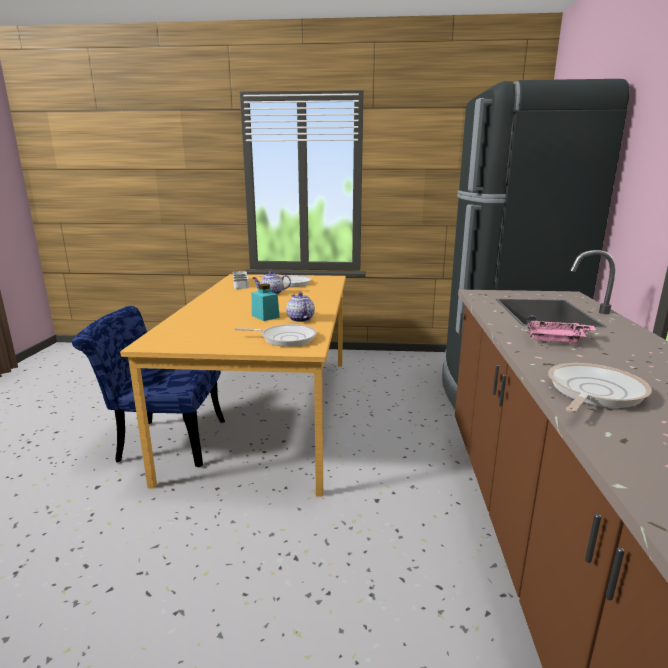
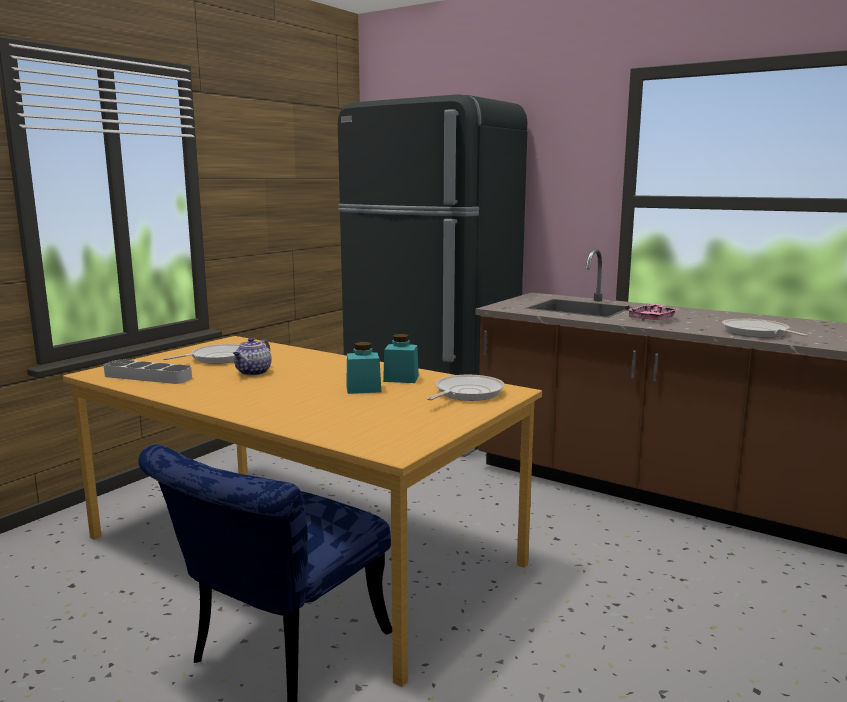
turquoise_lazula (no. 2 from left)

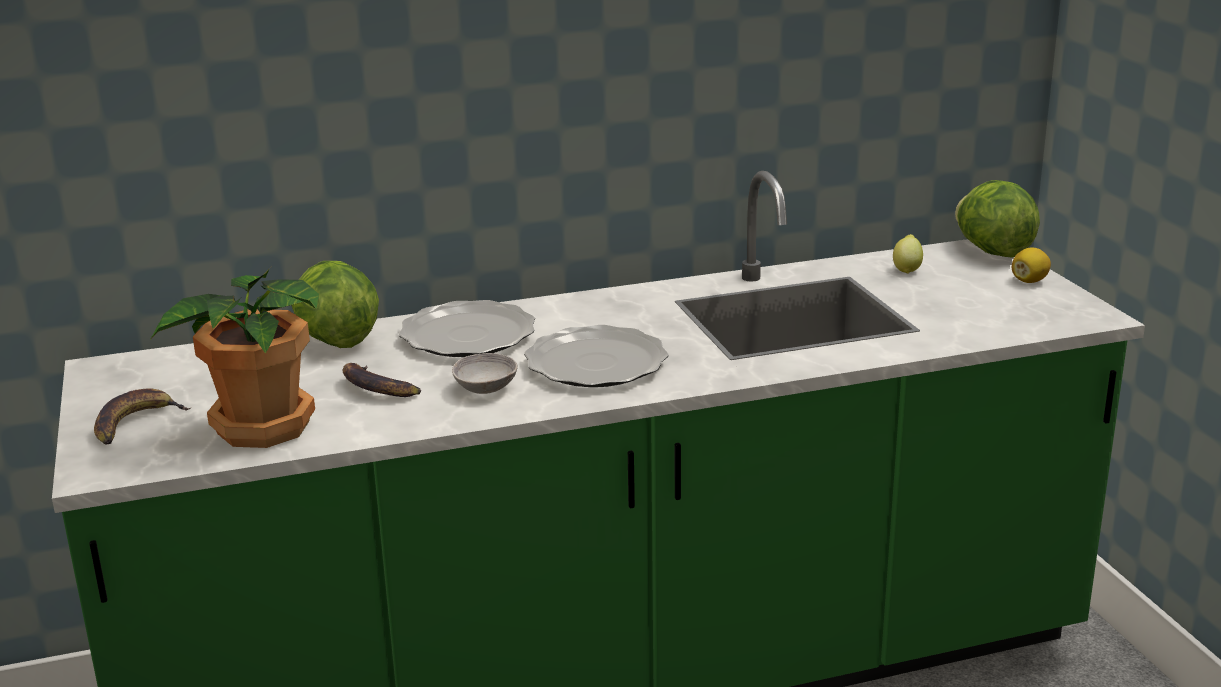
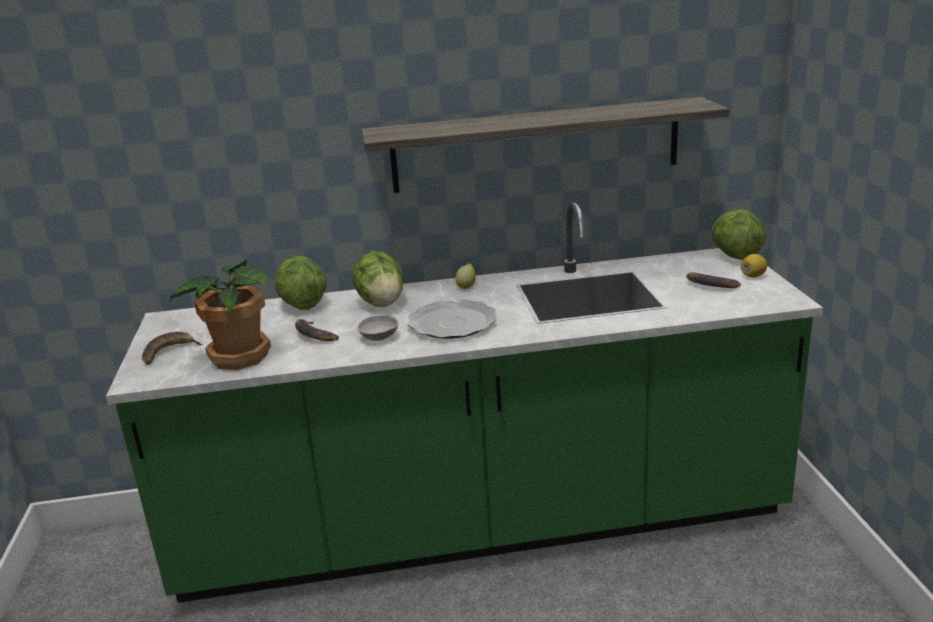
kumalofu; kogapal (no. 3 from left); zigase (no. 1 from left); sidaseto (no. 2 from left)

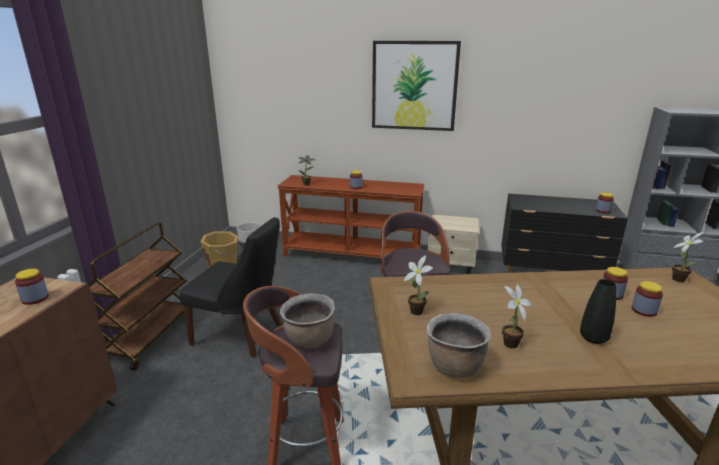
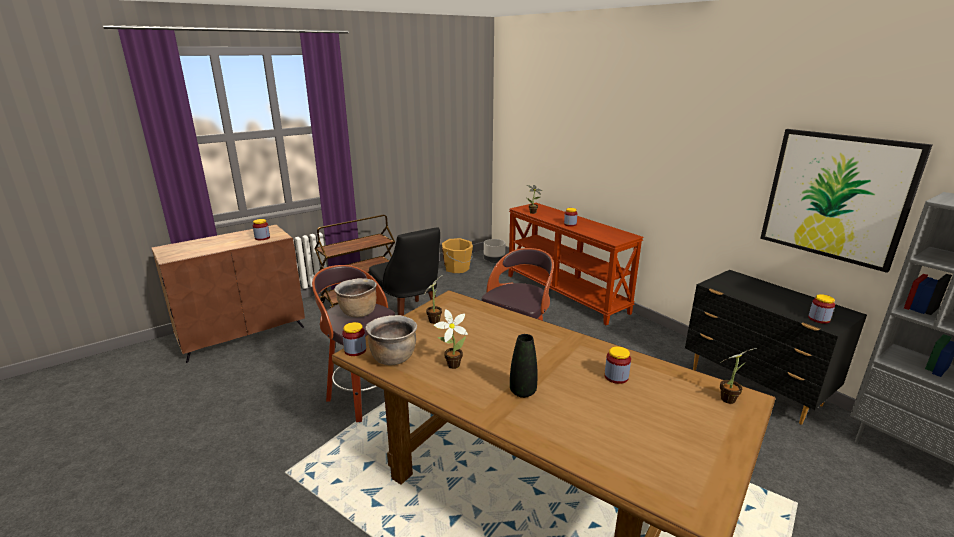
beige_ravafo; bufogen; lazula (no. 2 from left)

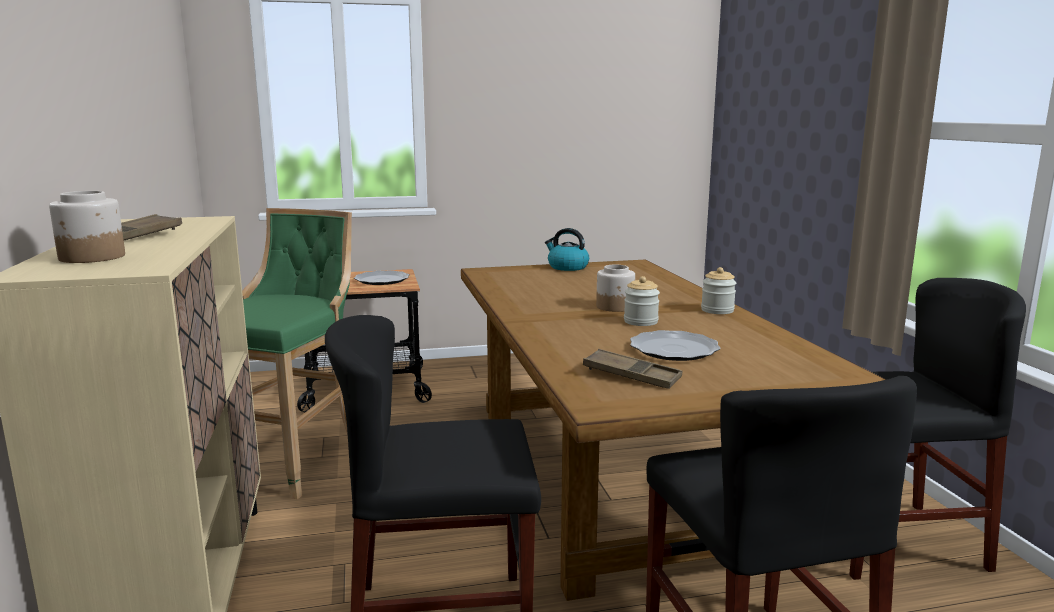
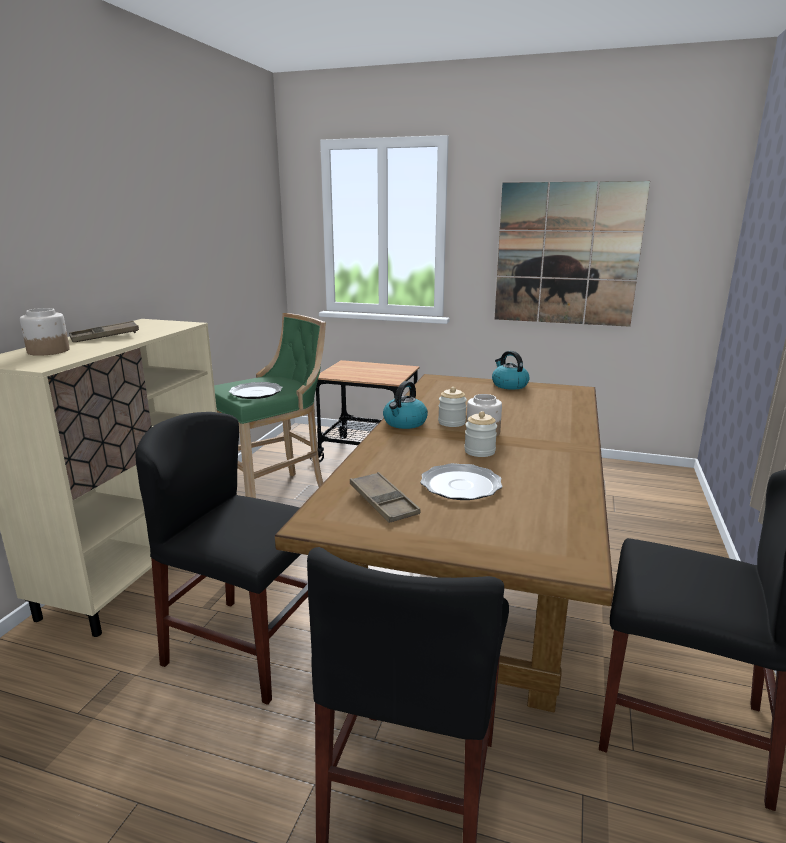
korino (no. 1 from left); bufogen; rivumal (no. 1 from left); lazula (no. 2 from left)

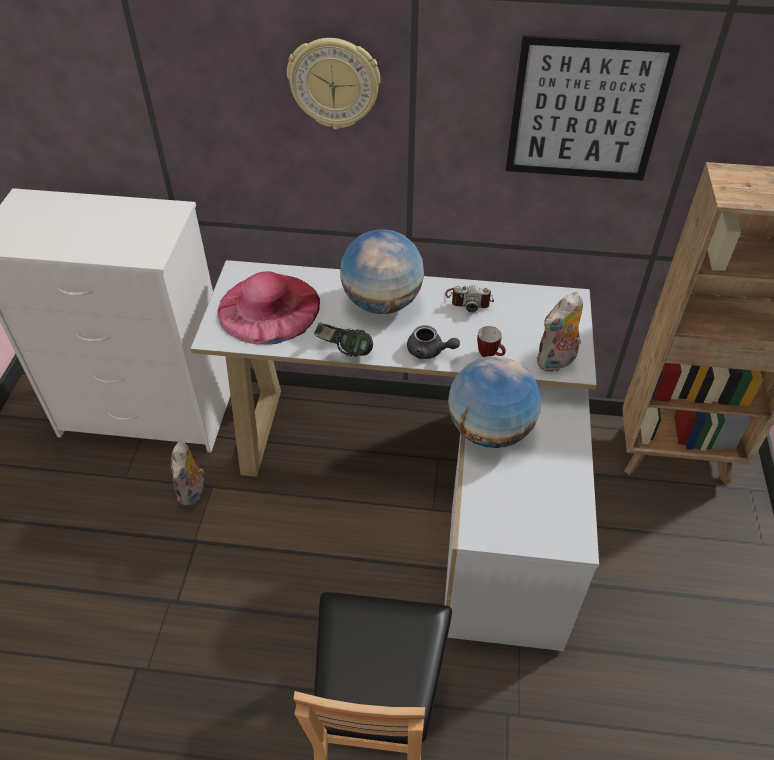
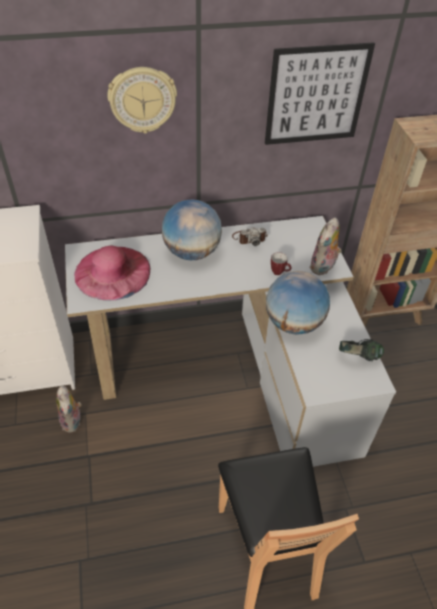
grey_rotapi; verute

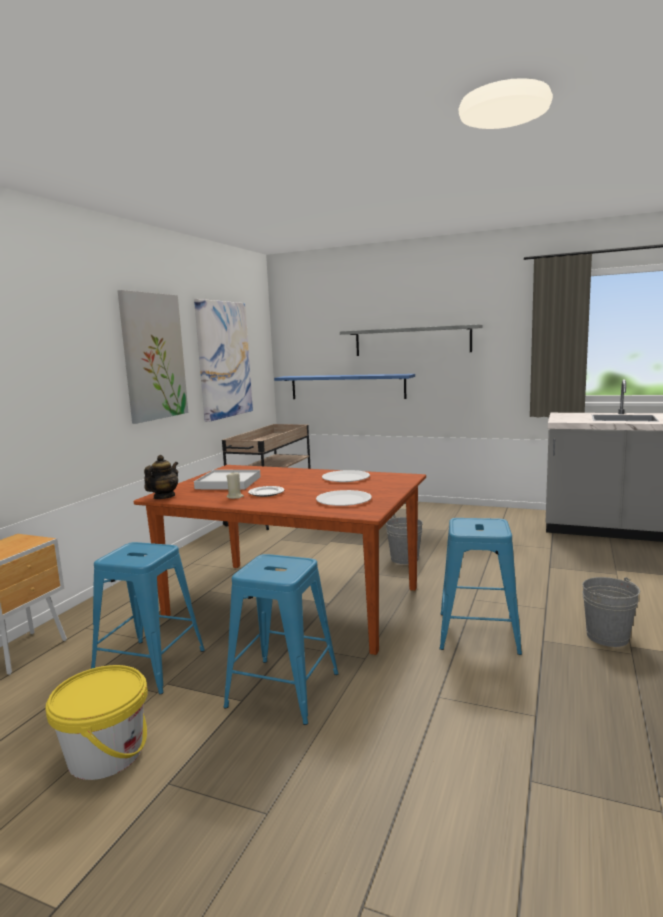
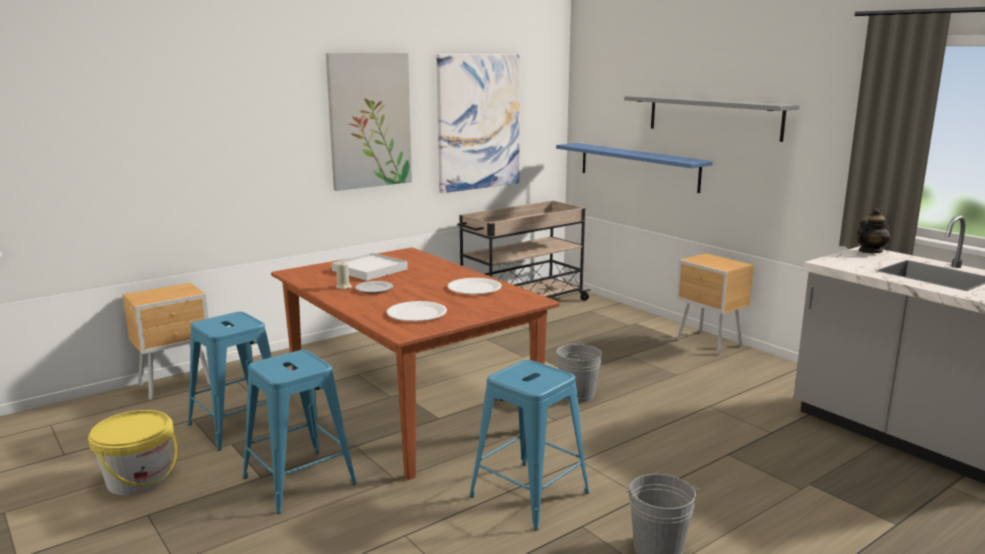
brown_ravafo (no. 2 from left); rotapi

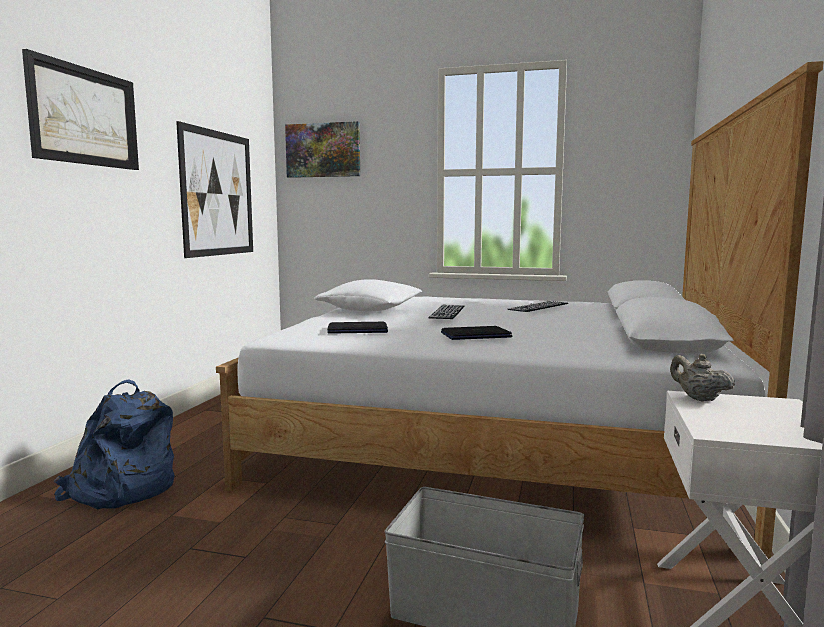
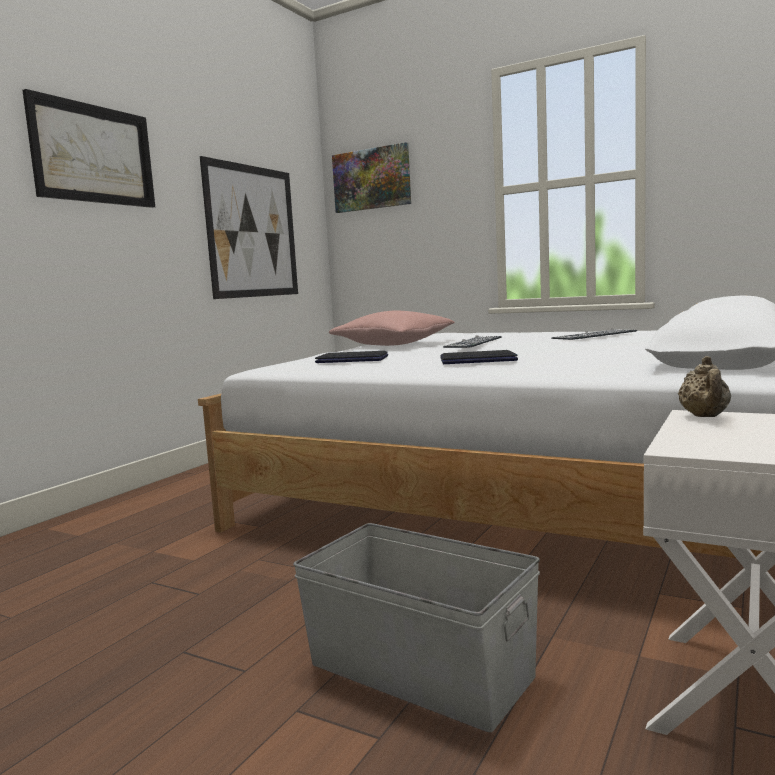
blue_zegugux; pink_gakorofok; beige_rotapi

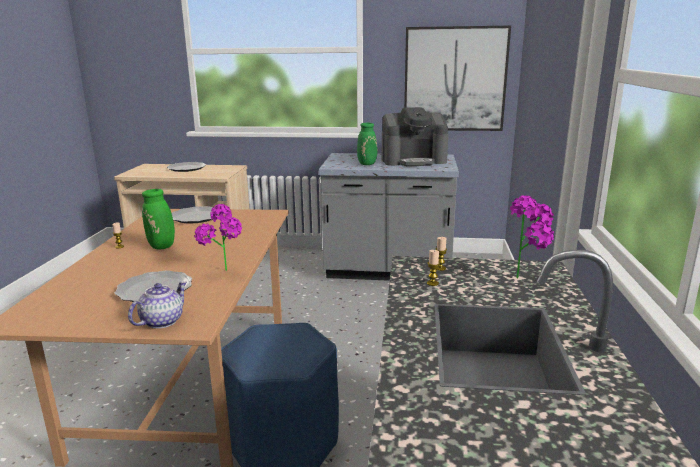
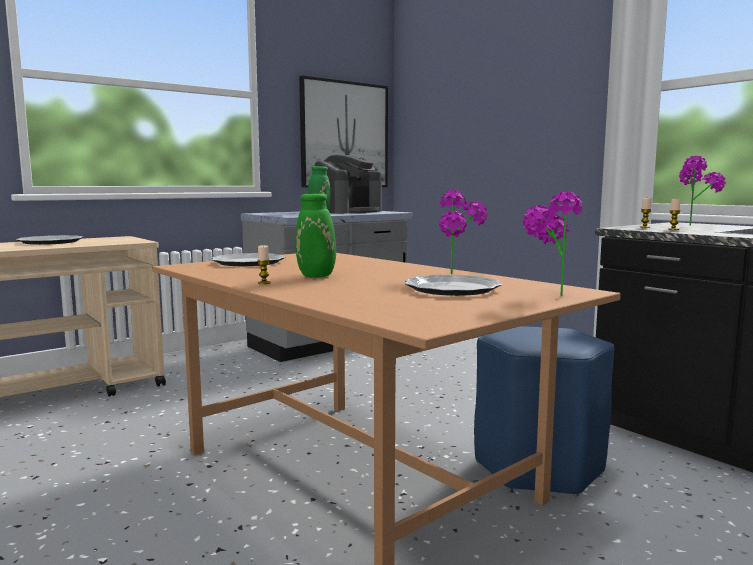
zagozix (no. 2 from left)

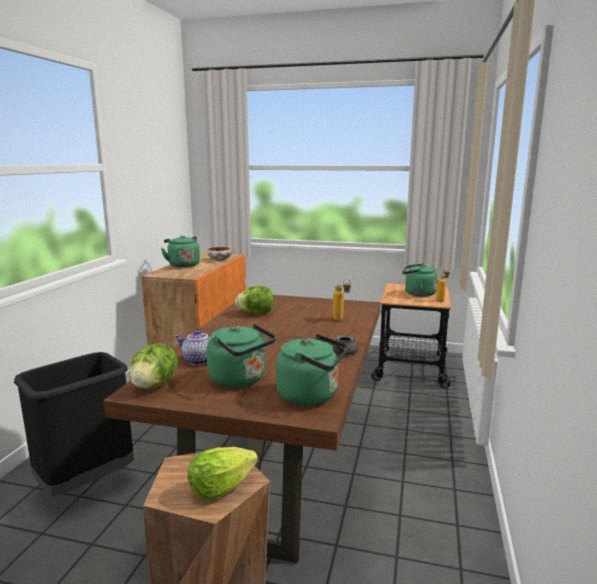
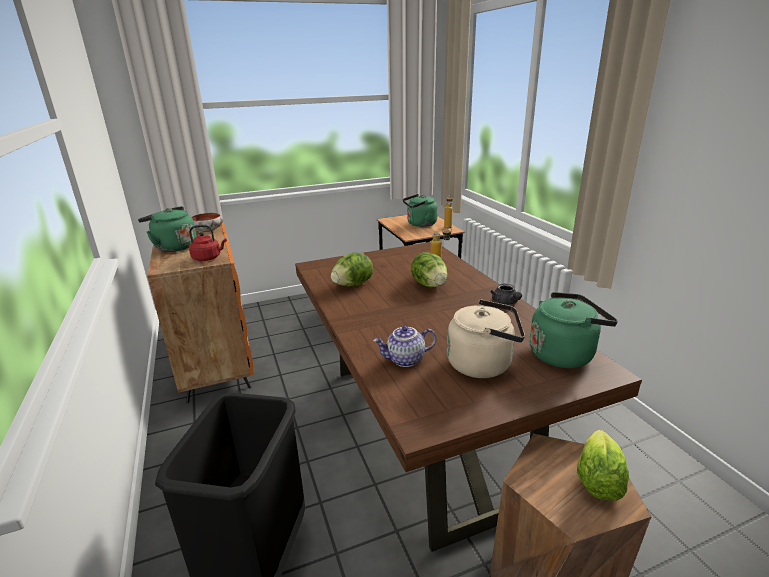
red_korino; sidaseto (no. 2 from left); beige_korino

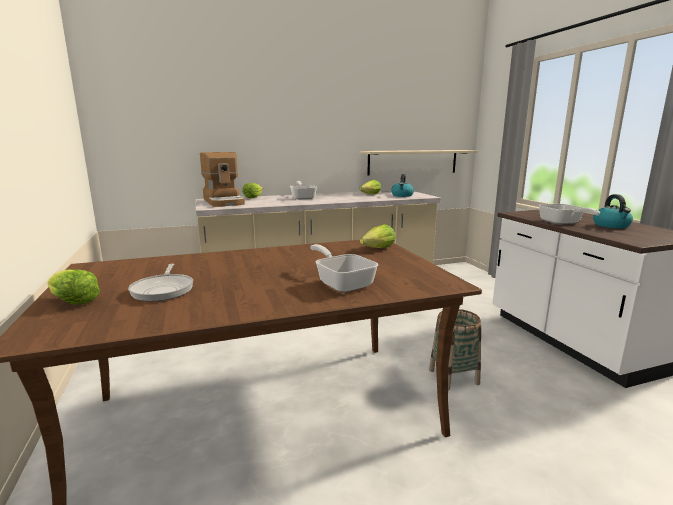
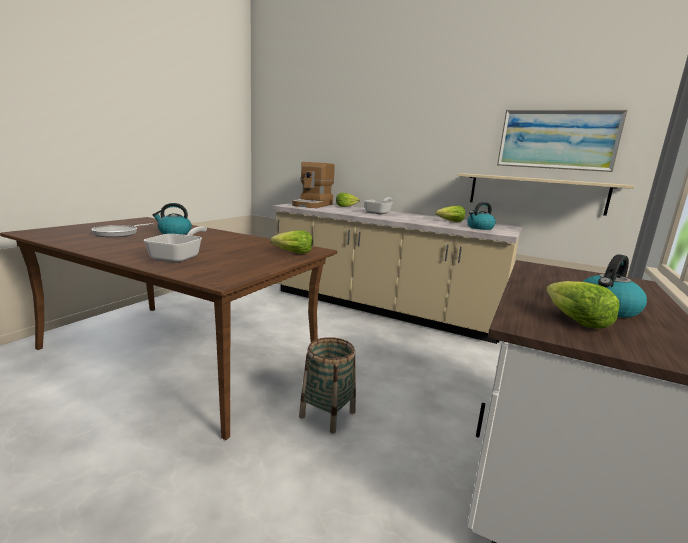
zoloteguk (no. 4 from left in the first image); korino (no. 1 from left); bufogen; sidaseto (no. 4 from left)

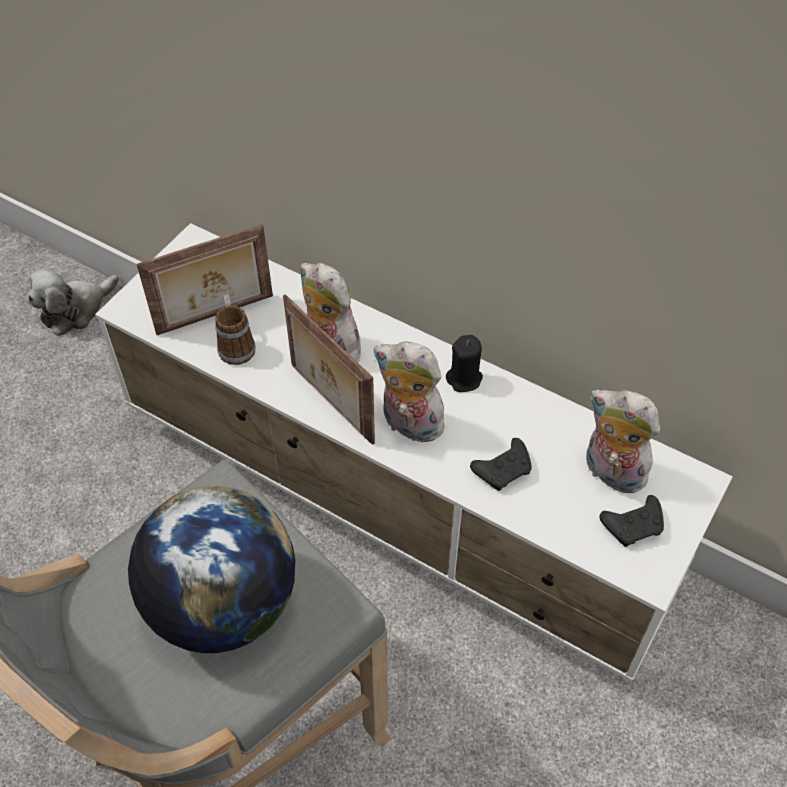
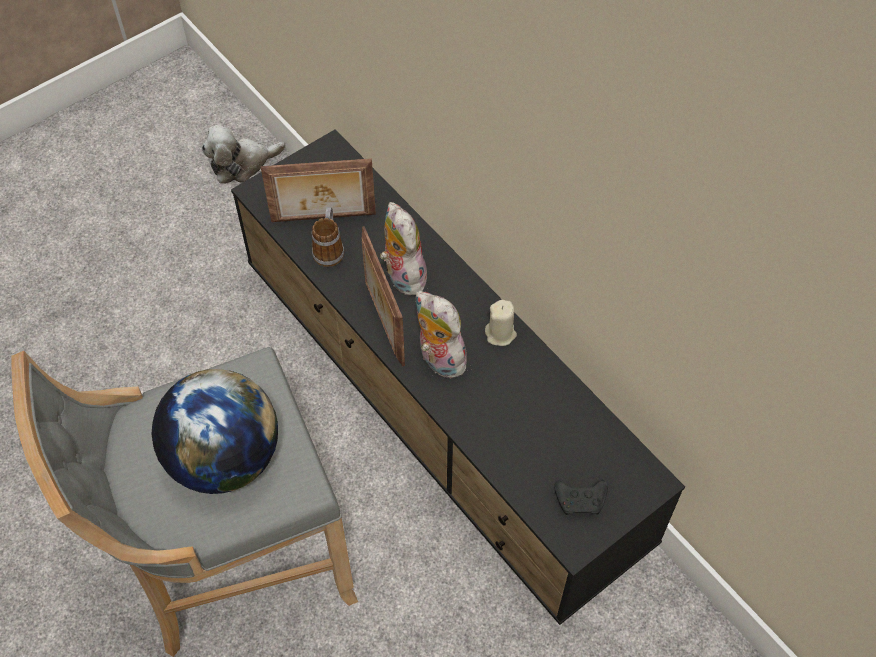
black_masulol (no. 1 from left in the first image); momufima (no. 4 from left in the first image); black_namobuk; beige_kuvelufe

